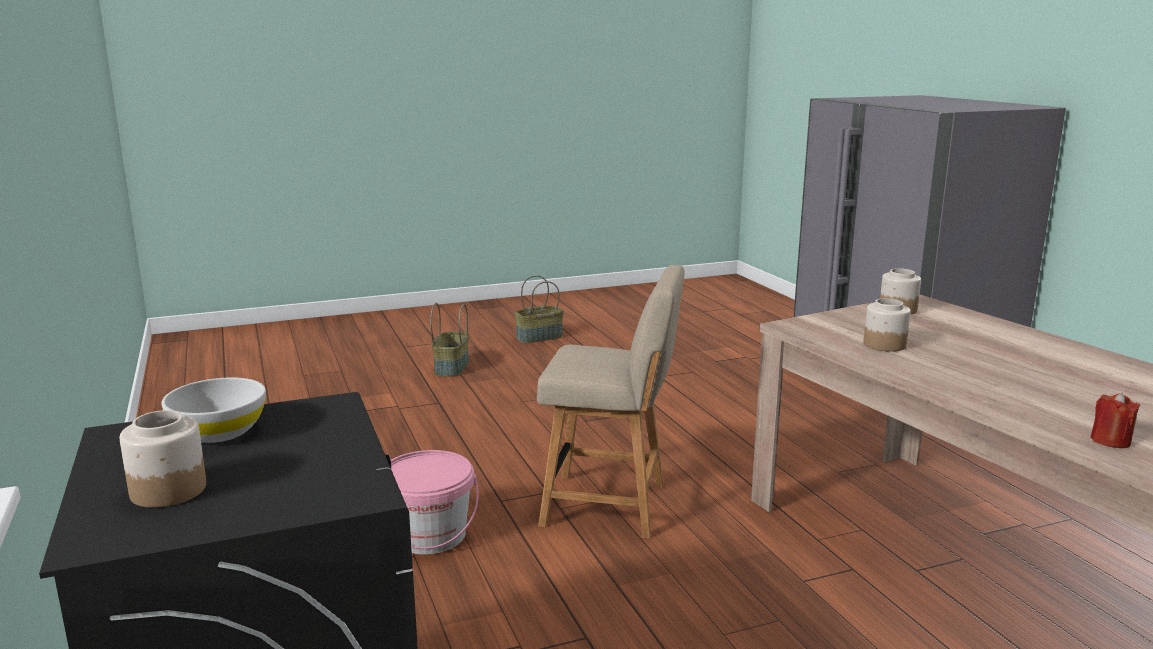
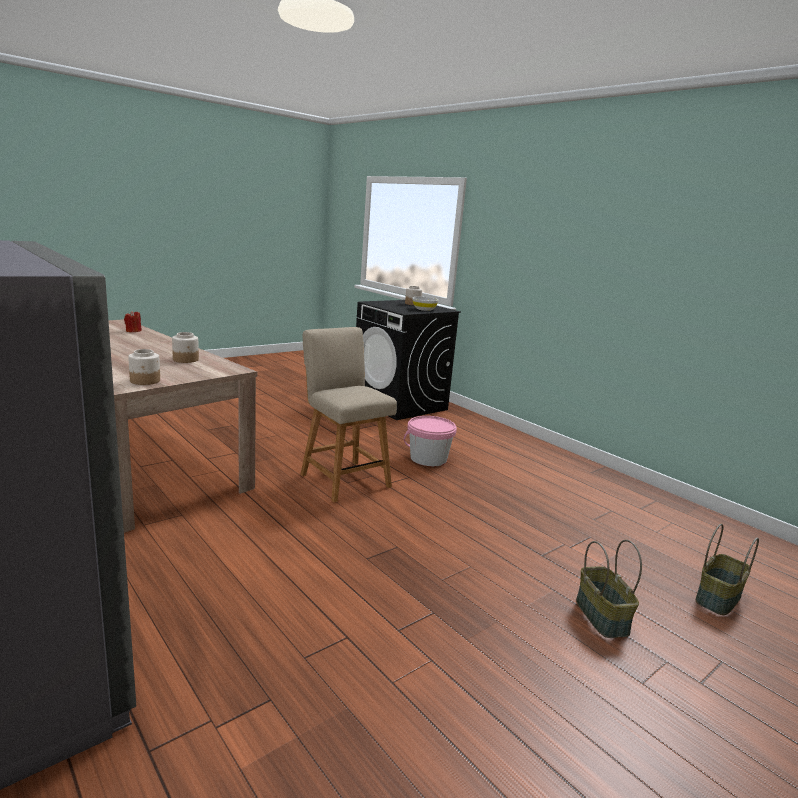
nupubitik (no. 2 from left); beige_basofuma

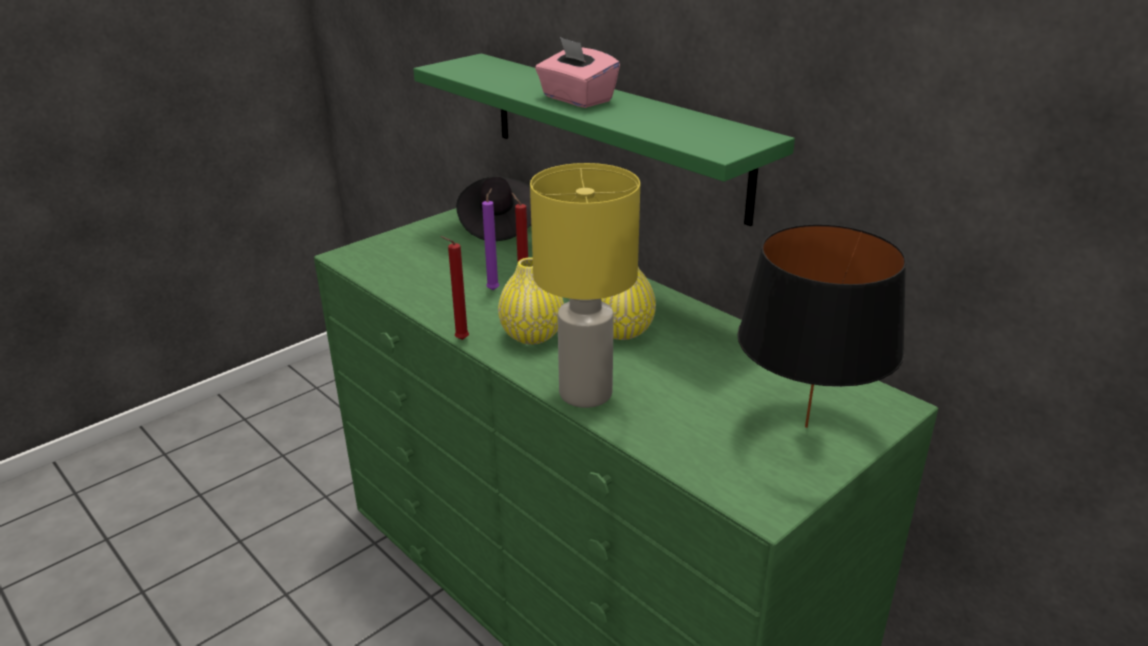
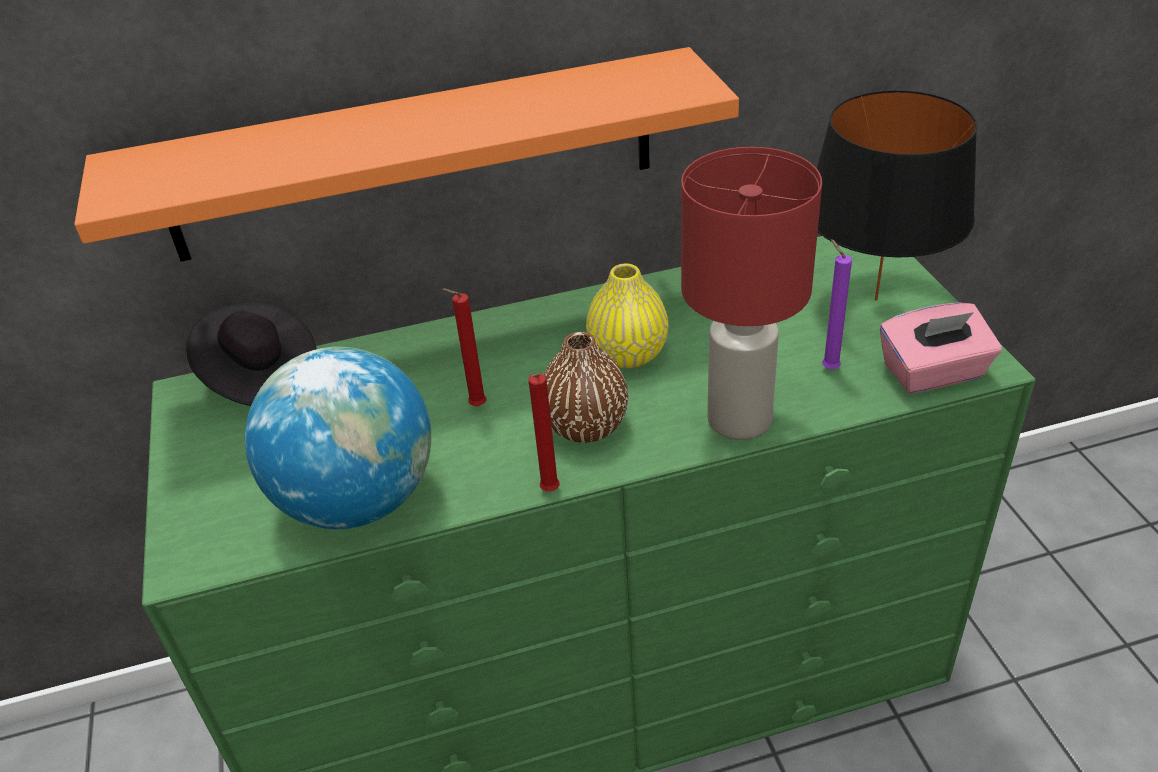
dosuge; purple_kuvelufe; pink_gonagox; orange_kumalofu; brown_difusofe; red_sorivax

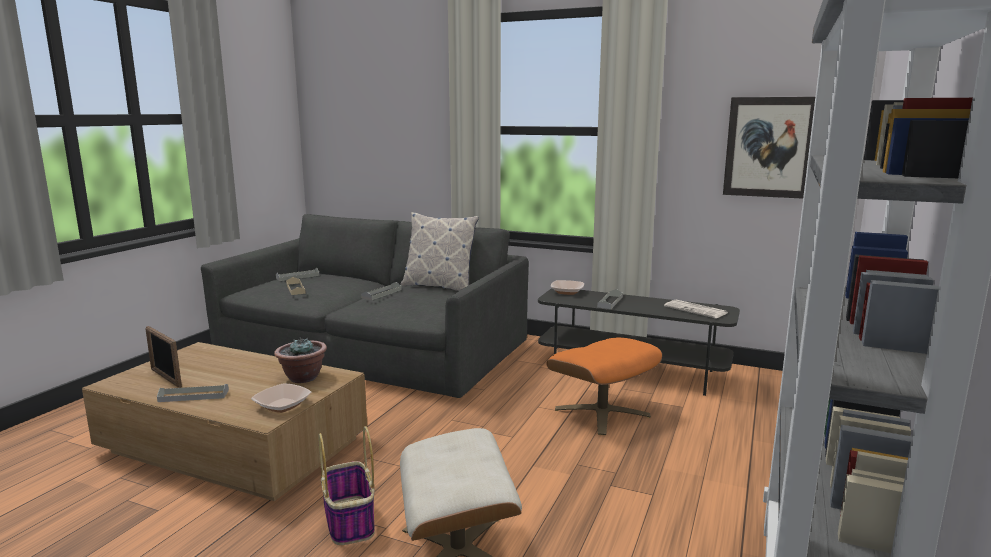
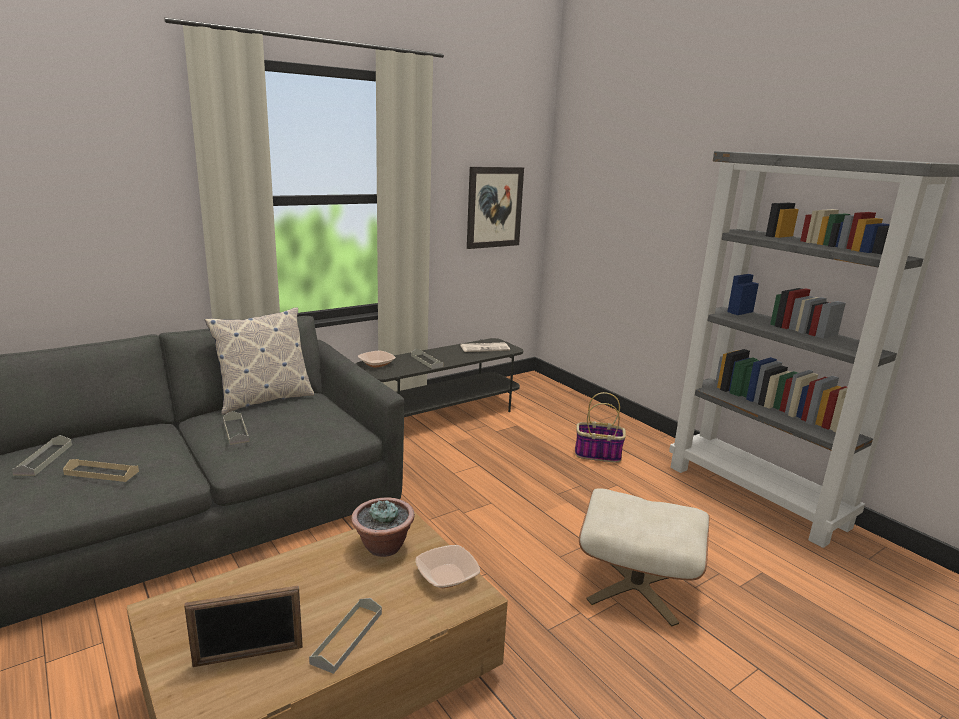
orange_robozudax; nupubitik

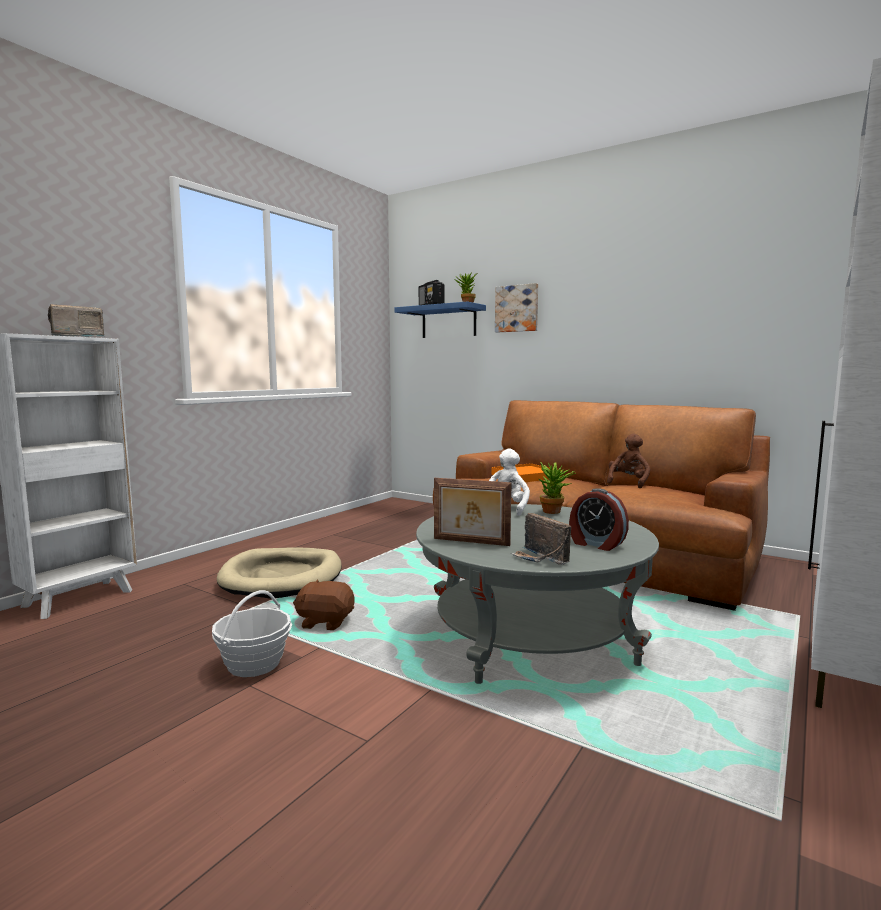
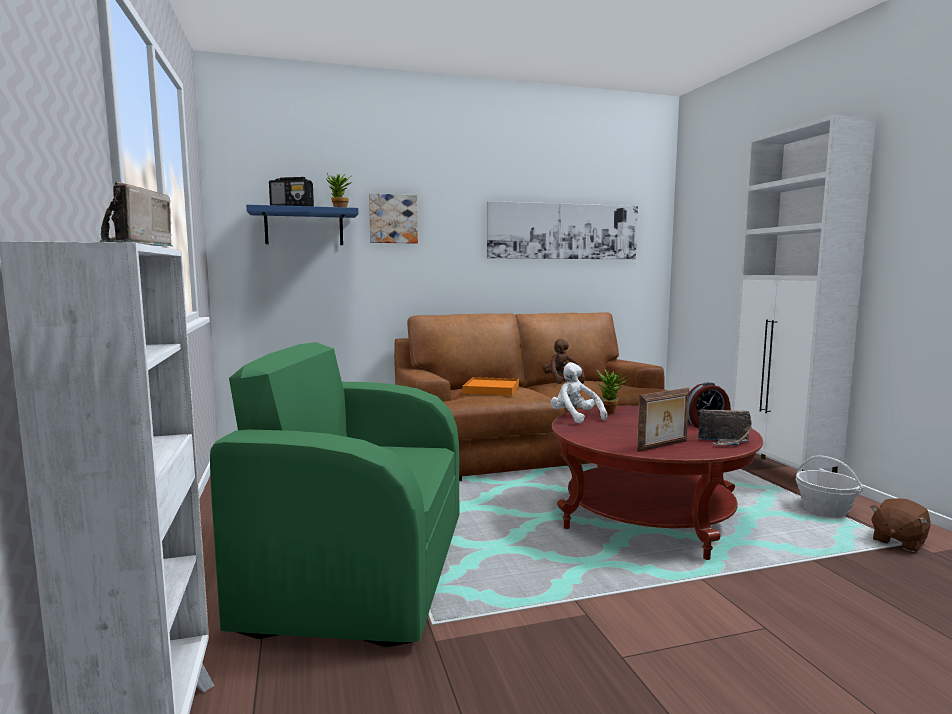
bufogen (no. 2 from left); nupubitik; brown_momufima (no. 2 from left); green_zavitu; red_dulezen

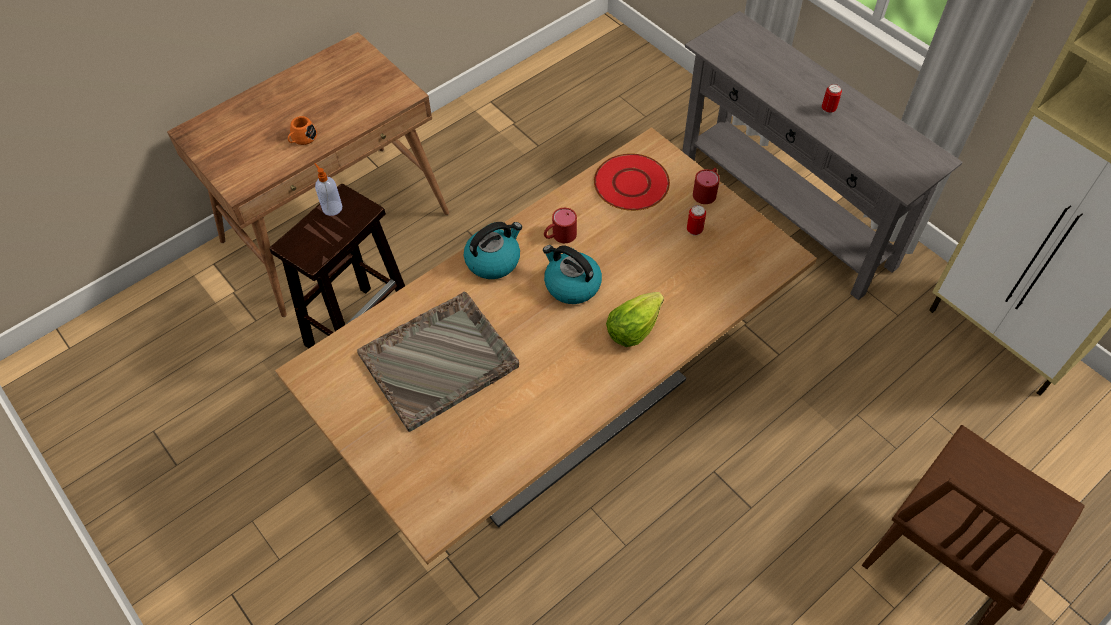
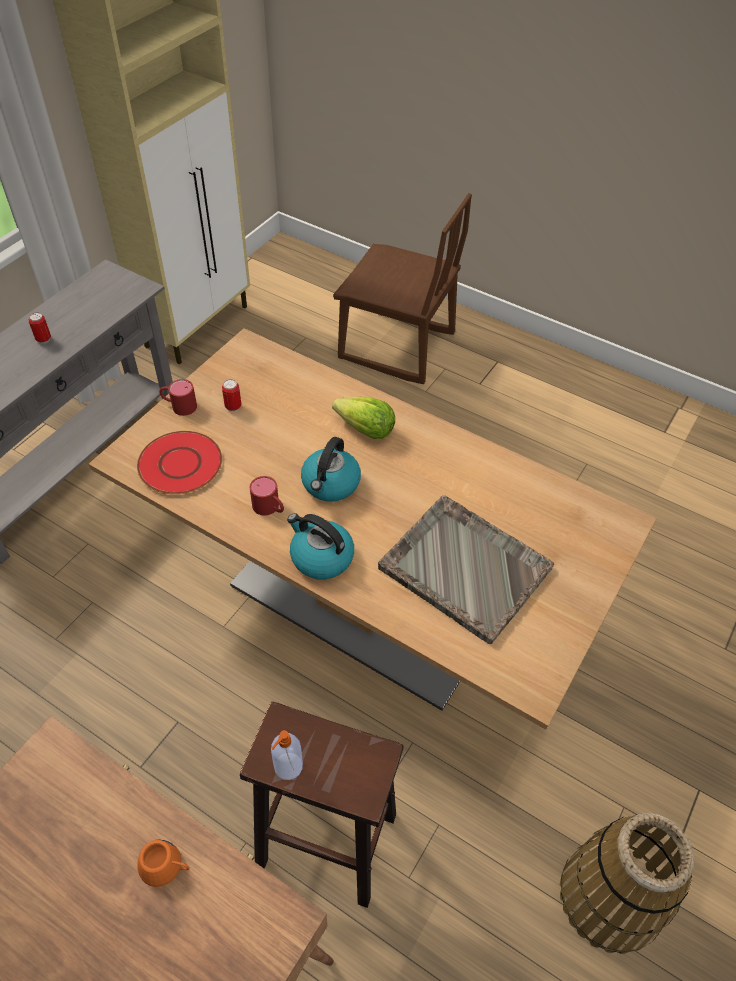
nupubitik

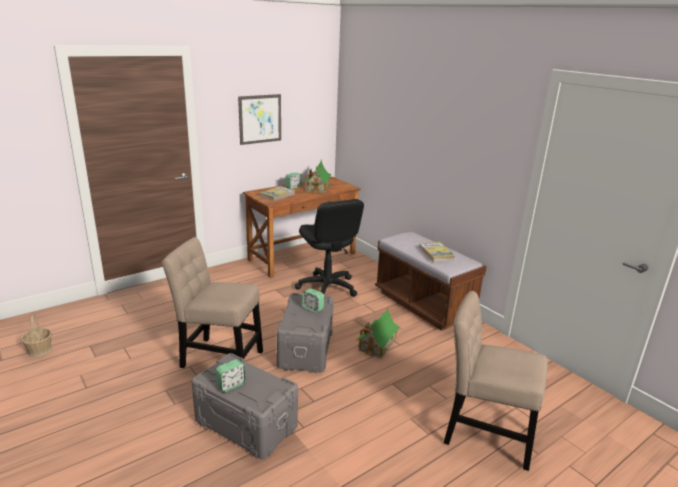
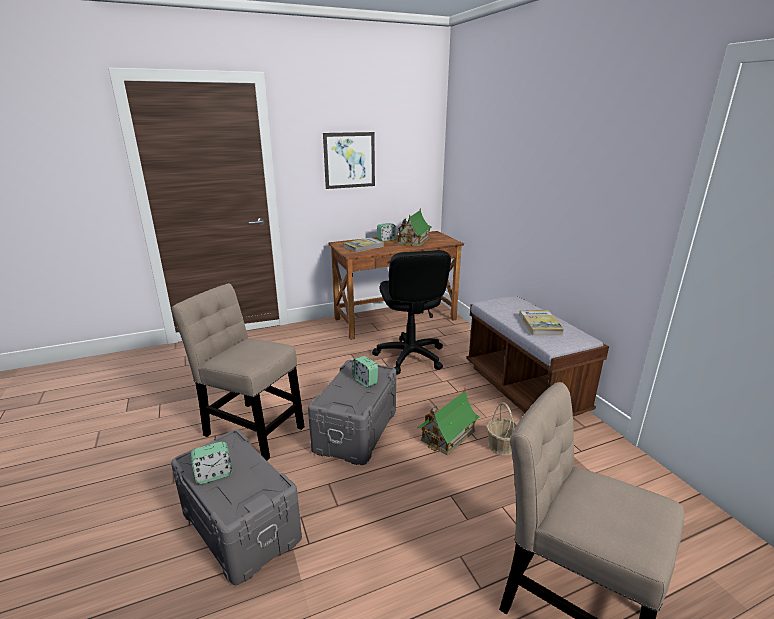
nupubitik

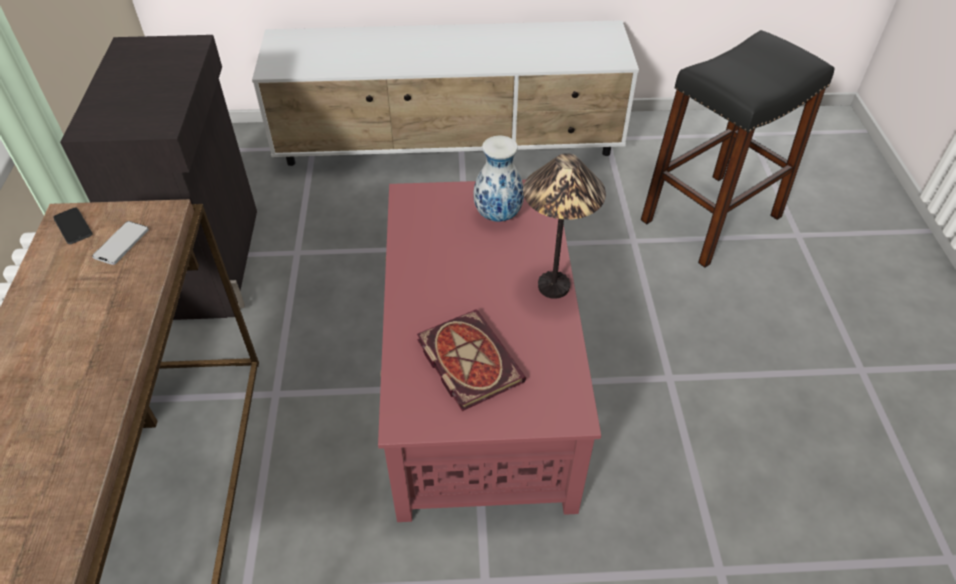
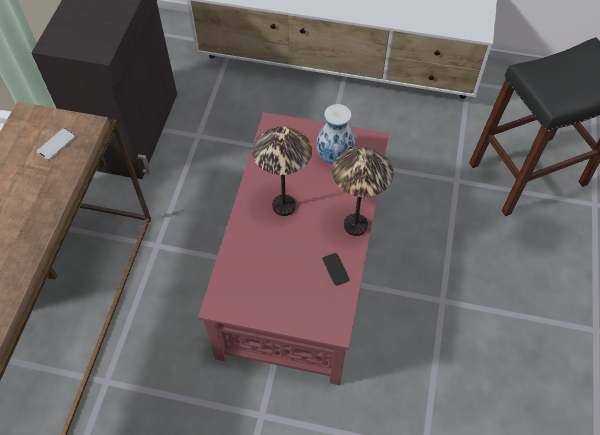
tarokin; sorivax (no. 1 from left); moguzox (no. 2 from left)

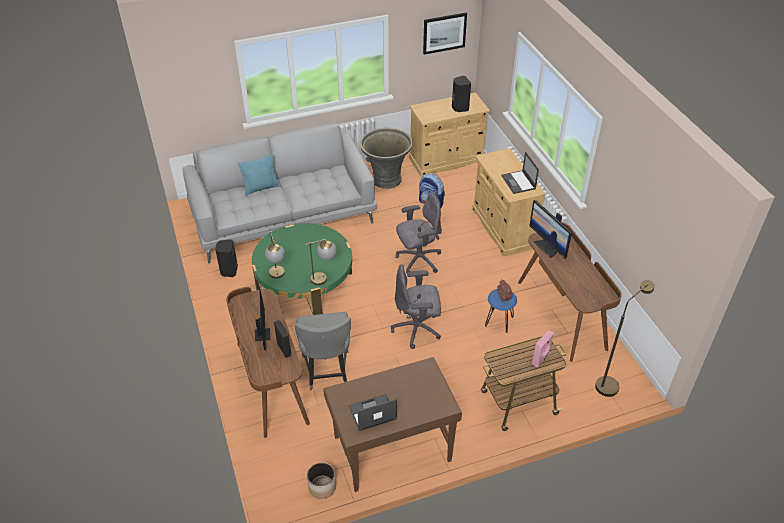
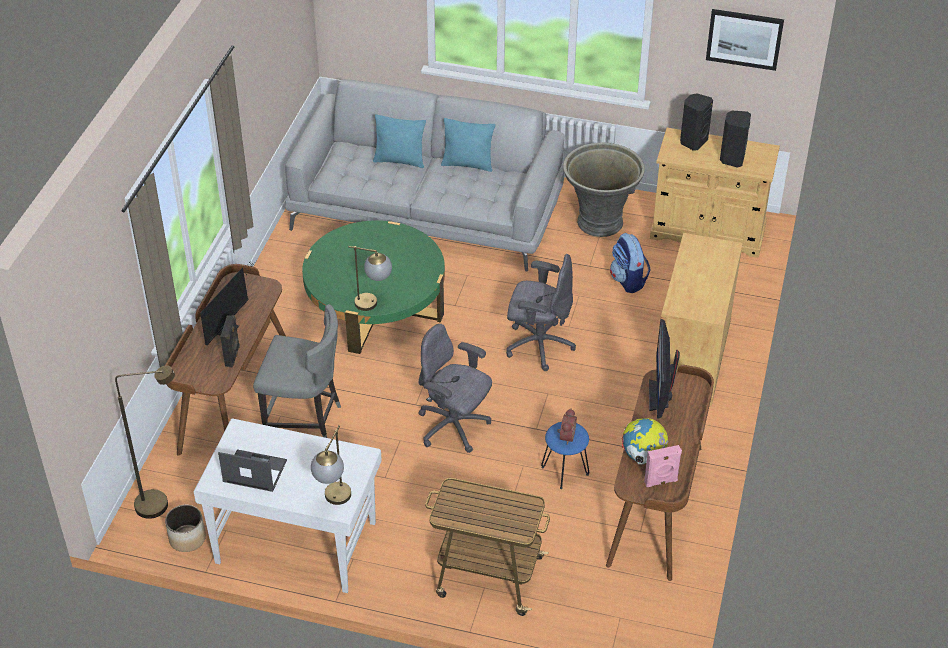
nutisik (no. 2 from left in the first image); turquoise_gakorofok (no. 2 from left); dosuge; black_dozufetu (no. 2 from left); sorivax (no. 1 from left); pink_dozufetu; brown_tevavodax; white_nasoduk; grey_basofuma

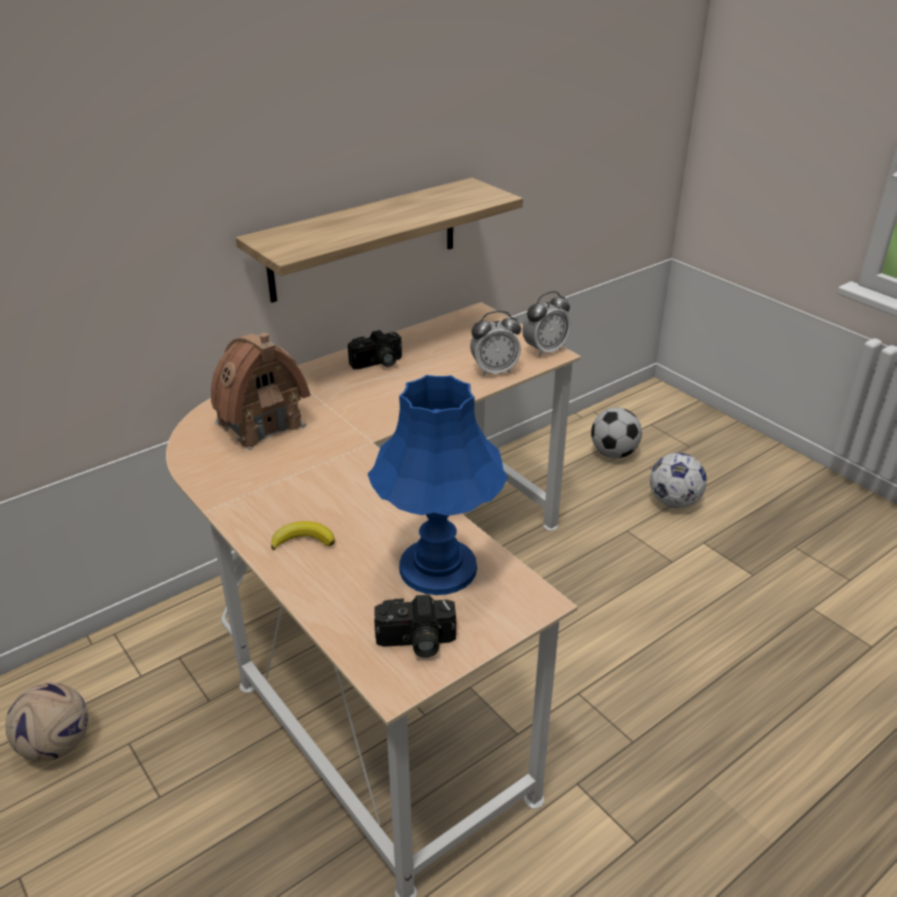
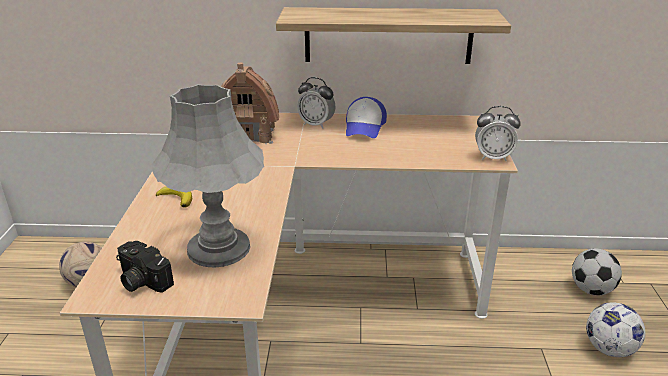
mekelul (no. 1 from left); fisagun; grey_sorivax

